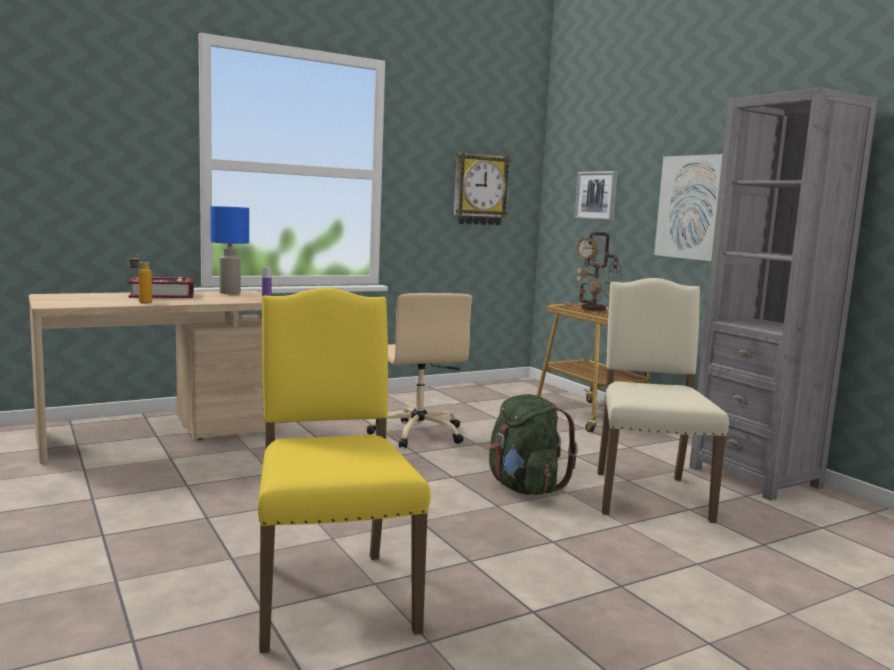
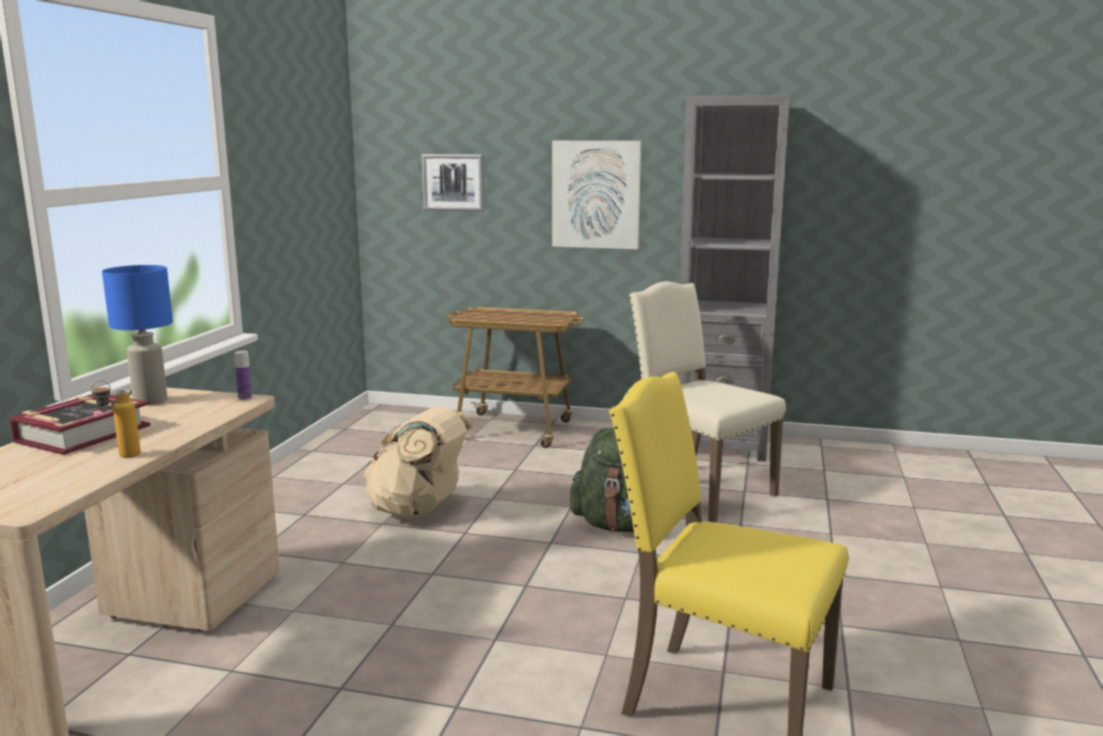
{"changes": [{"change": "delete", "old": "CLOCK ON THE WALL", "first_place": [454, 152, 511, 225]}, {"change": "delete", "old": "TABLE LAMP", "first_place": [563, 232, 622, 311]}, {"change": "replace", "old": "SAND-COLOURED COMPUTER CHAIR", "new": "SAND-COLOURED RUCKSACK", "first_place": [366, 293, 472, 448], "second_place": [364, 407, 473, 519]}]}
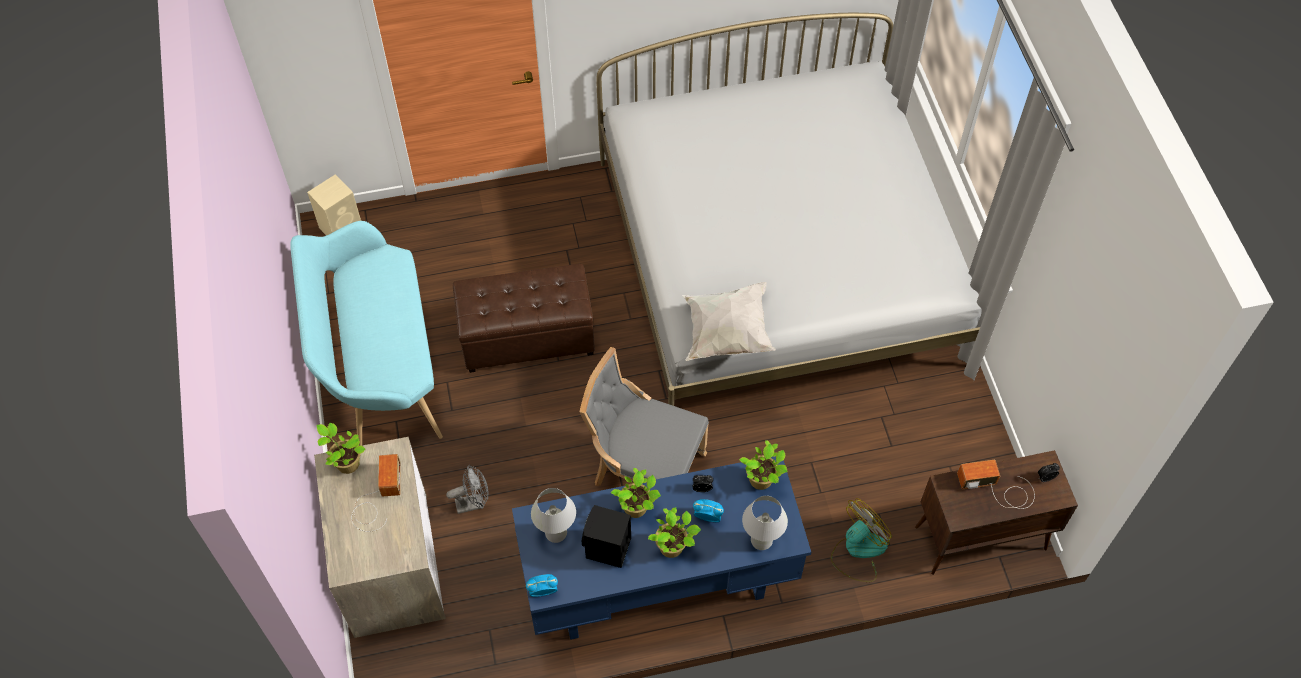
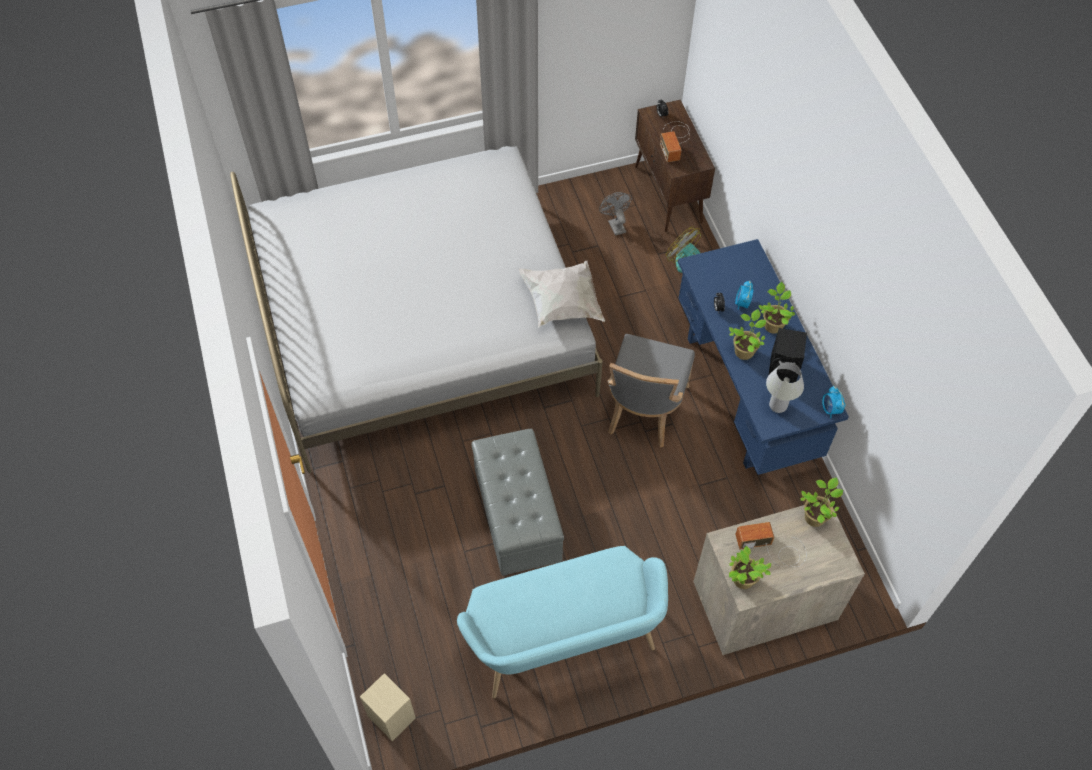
{"changes": [{"change": "delete", "old": "WHITE-COLOURED TABLE LAMP", "first_place": [742, 496, 788, 550]}, {"change": "move", "old": "GREY ELECTRIC FAN", "first_place": [446, 465, 488, 514], "second_place": [599, 192, 632, 236]}, {"change": "move", "old": "POTTED PLANT", "first_place": [739, 440, 787, 490], "second_place": [800, 477, 843, 527]}, {"change": "recolor", "old": "BROWNISH FOOTREST", "new": "GREY FOOTREST", "first_place": [453, 264, 595, 373], "second_place": [471, 429, 564, 576]}]}
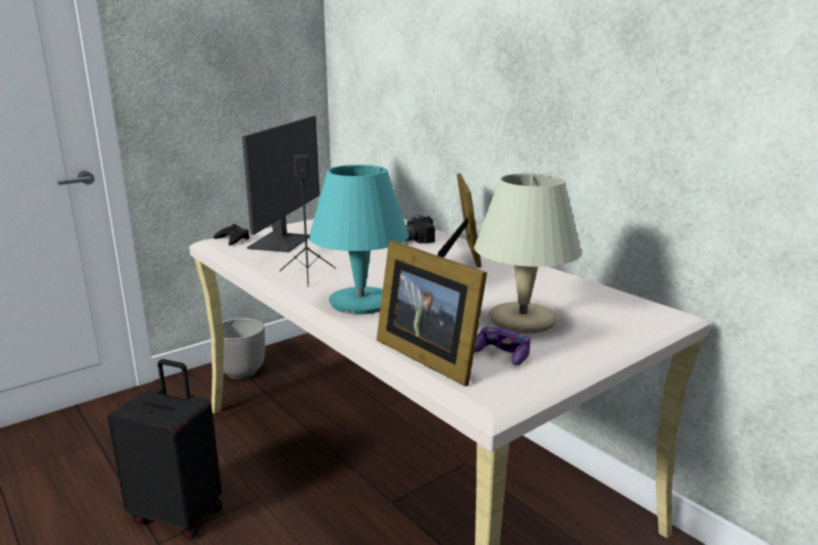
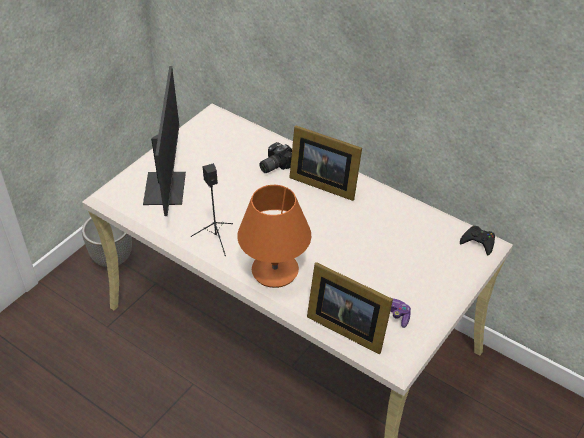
{"changes": [{"change": "delete", "old": "BLACKISH PIECE OF LUGGAGE", "first_place": [108, 359, 223, 539]}, {"change": "delete", "old": "SAND-COLOURED TABLE LAMP", "first_place": [474, 173, 582, 333]}, {"change": "move", "old": "BLACKISH GAMEPAD", "first_place": [213, 224, 250, 245], "second_place": [460, 226, 495, 255]}, {"change": "recolor", "old": "TURQUOISE-COLOURED TABLE LAMP", "new": "ORANGE TABLE LAMP", "first_place": [309, 165, 409, 314], "second_place": [237, 185, 311, 288]}, {"change": "rotate", "old": "STANDING FRAME", "first_place": [437, 173, 482, 268], "second_place": [289, 125, 362, 201], "degrees": 135}]}
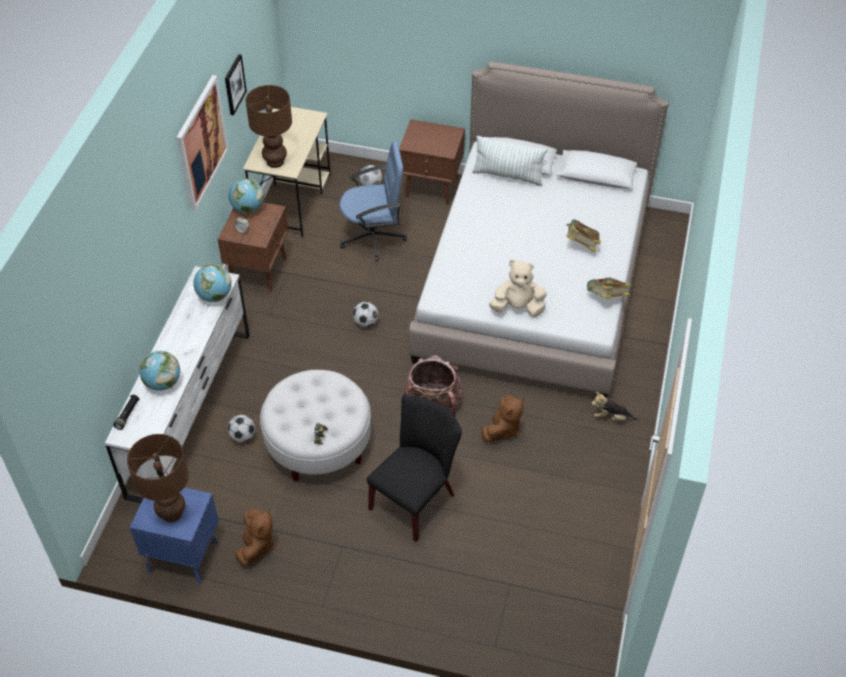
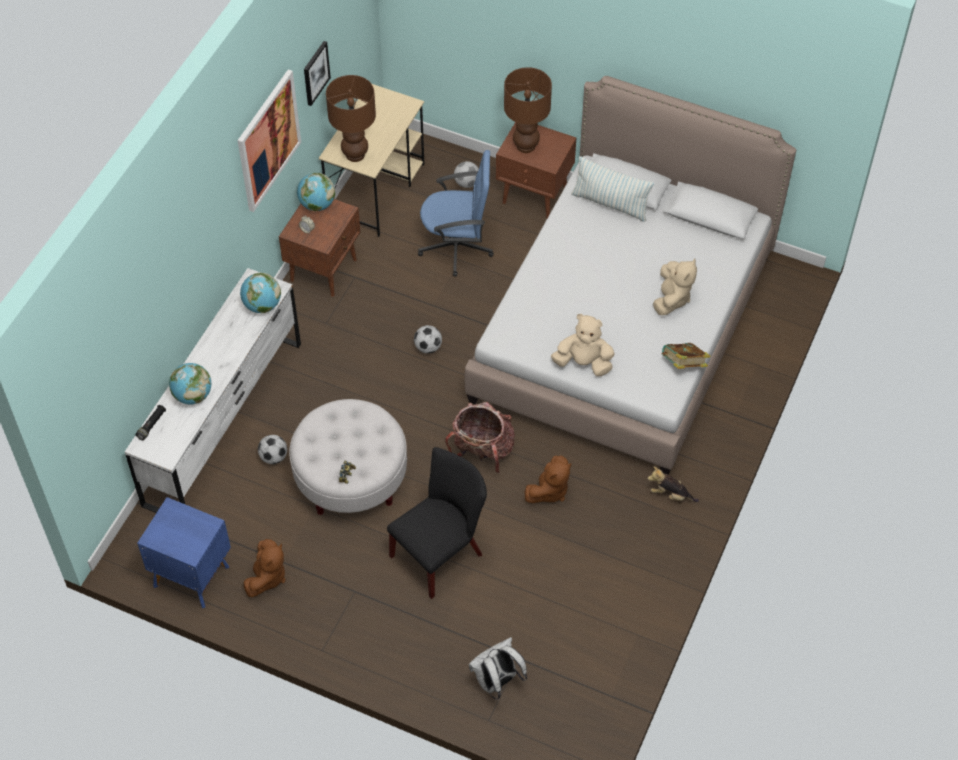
{"changes": [{"change": "insert", "new": "WHITE-COLOURED RUCKSACK", "second_place": [469, 637, 527, 700]}, {"change": "move", "old": "BROWNISH TABLE LAMP", "first_place": [127, 434, 189, 522], "second_place": [504, 67, 552, 153]}, {"change": "replace", "old": "VOLUME", "new": "SAND-COLOURED CUDDLY TOY", "first_place": [566, 219, 601, 252], "second_place": [653, 259, 697, 315]}]}
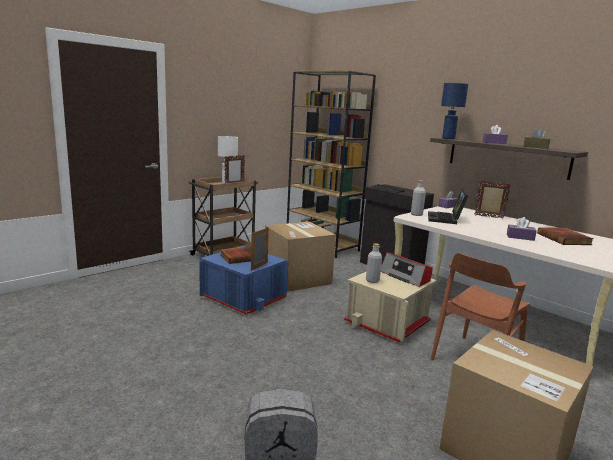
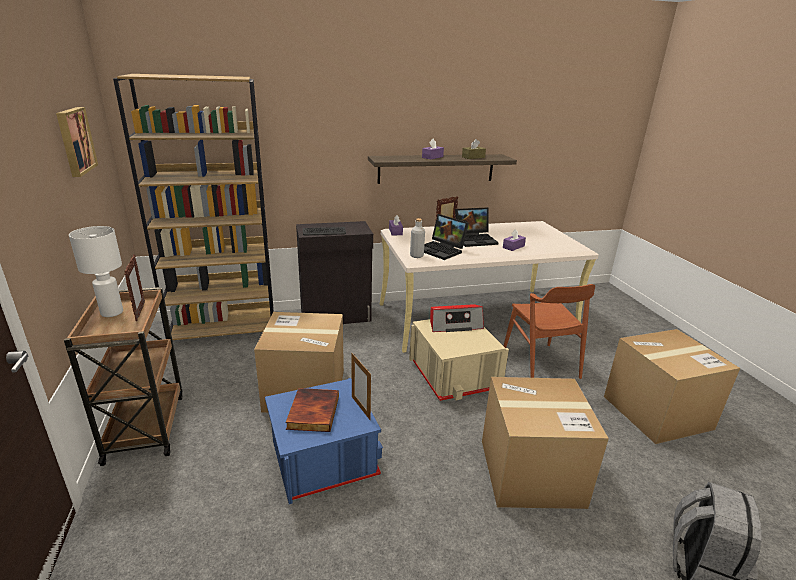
{"changes": [{"change": "delete", "old": "GREY BEVERAGE BOTTLE", "first_place": [366, 243, 382, 283]}, {"change": "delete", "old": "BLUE TABLE LAMP", "first_place": [441, 83, 468, 139]}, {"change": "delete", "old": "VOLUME", "first_place": [537, 227, 593, 245]}, {"change": "insert", "new": "WALL ART", "second_place": [56, 107, 98, 177]}, {"change": "insert", "new": "NOTEBOOK COMPUTER", "second_place": [455, 208, 498, 247]}, {"change": "insert", "new": "CARDBOARD BOX", "second_place": [482, 377, 609, 509]}]}
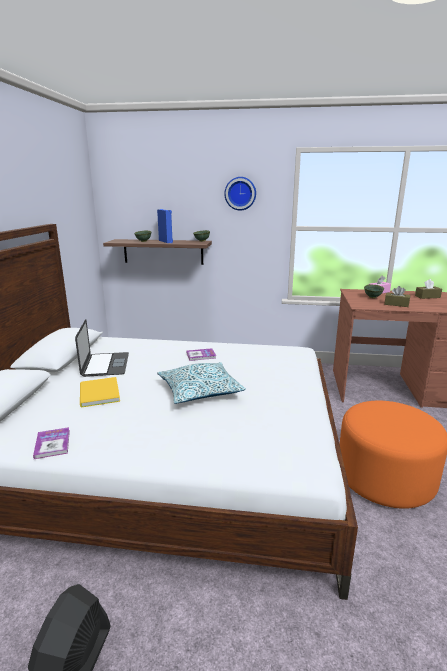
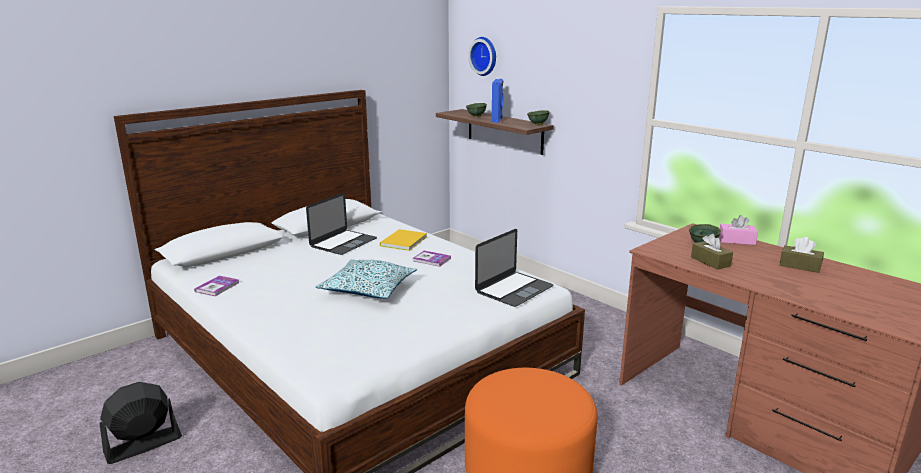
{"changes": [{"change": "insert", "new": "NOTEBOOK COMPUTER", "second_place": [475, 229, 553, 307]}, {"change": "move", "old": "YELLOW VOLUME", "first_place": [80, 377, 120, 408], "second_place": [379, 229, 427, 251]}, {"change": "move", "old": "CLOCK ON THE WALL", "first_place": [224, 177, 256, 210], "second_place": [468, 37, 496, 76]}]}
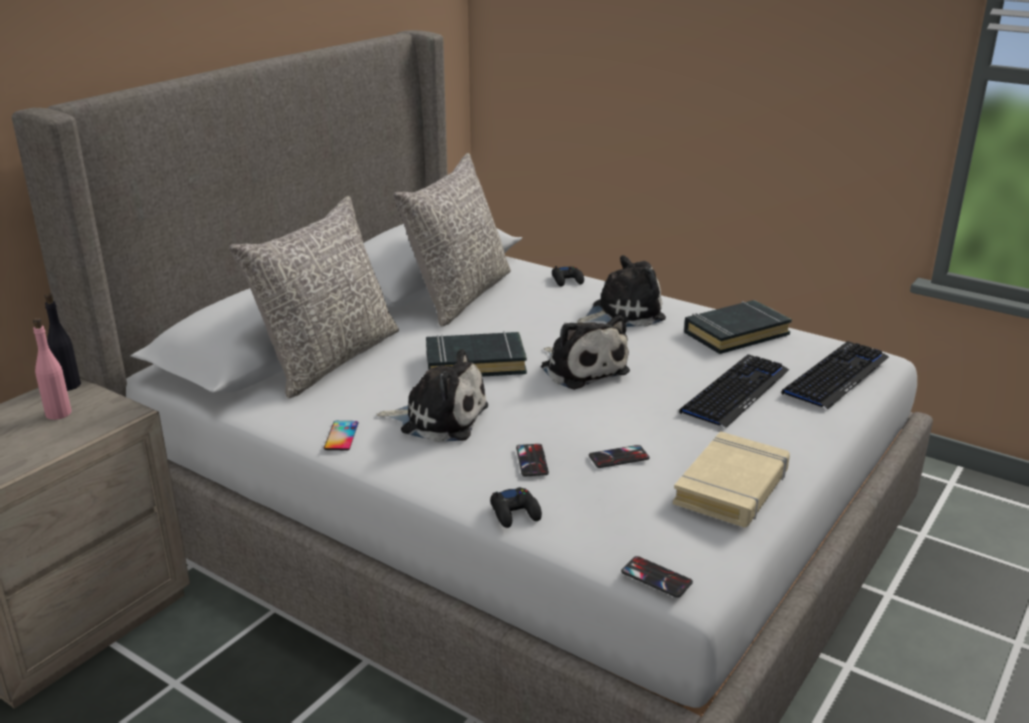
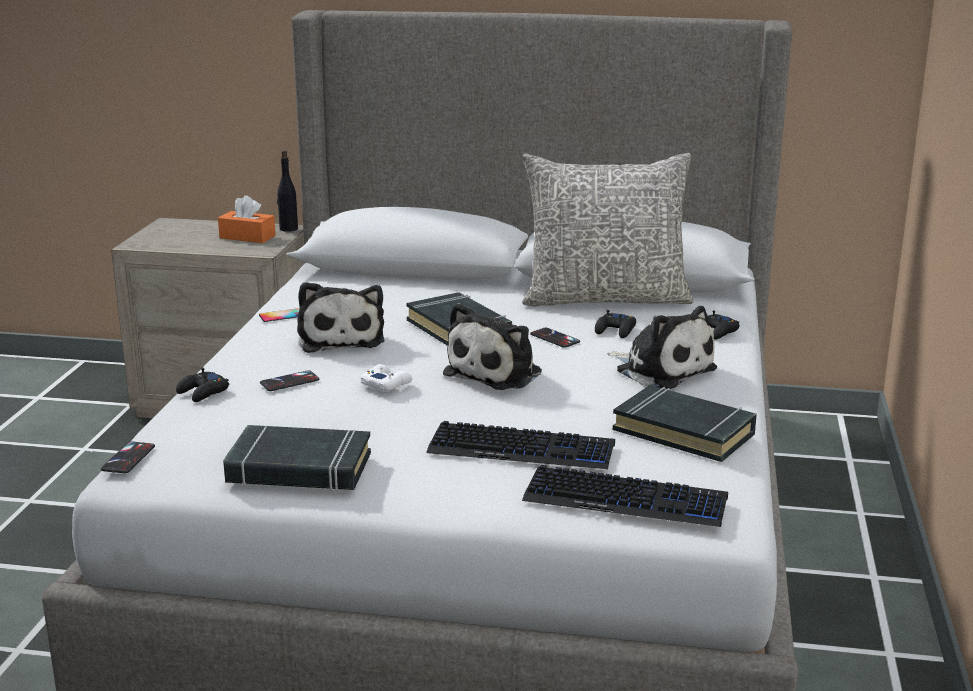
{"changes": [{"change": "delete", "old": "GREY PILLOW", "first_place": [229, 196, 399, 398]}, {"change": "insert", "new": "WHITE-COLOURED GAMEPAD", "second_place": [361, 364, 413, 391]}, {"change": "insert", "new": "BLACKISH GAMEPAD", "second_place": [595, 310, 636, 338]}, {"change": "move", "old": "TELEPHONE", "first_place": [589, 445, 650, 468], "second_place": [530, 327, 580, 348]}, {"change": "replace", "old": "PINKISH BEVERAGE BOTTLE", "new": "ORANGE TISSUE HOLDER", "first_place": [33, 318, 72, 420], "second_place": [218, 195, 276, 243]}, {"change": "recolor", "old": "SAND-COLOURED VOLUME", "new": "BLACKISH VOLUME", "first_place": [673, 431, 790, 528], "second_place": [223, 425, 371, 492]}]}
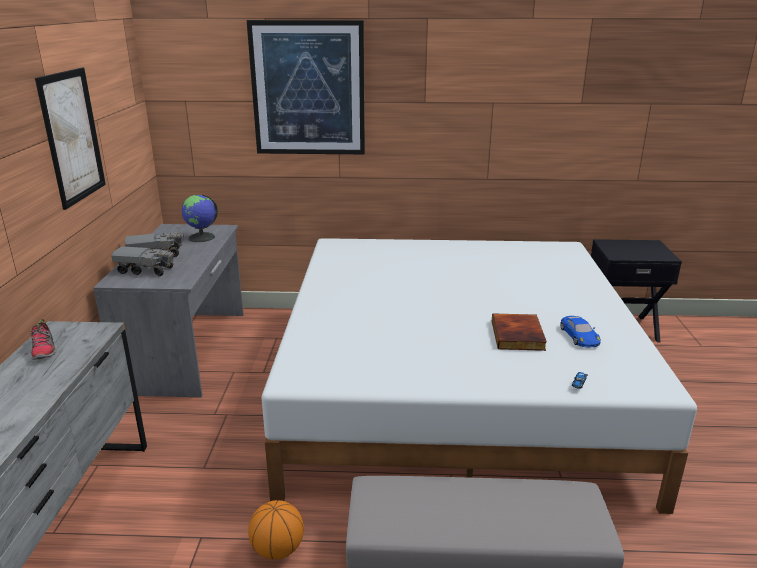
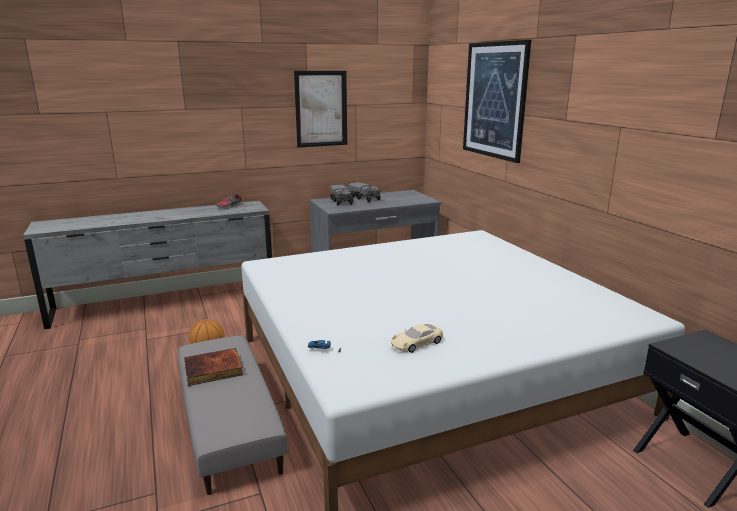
{"changes": [{"change": "delete", "old": "WORLD GLOBE", "first_place": [181, 195, 218, 242]}, {"change": "move", "old": "VOLUME", "first_place": [492, 313, 547, 351], "second_place": [184, 348, 243, 386]}, {"change": "recolor", "old": "BLUE MINIATURE CAR", "new": "SAND-COLOURED MINIATURE CAR", "first_place": [560, 316, 601, 348], "second_place": [391, 324, 443, 353]}]}
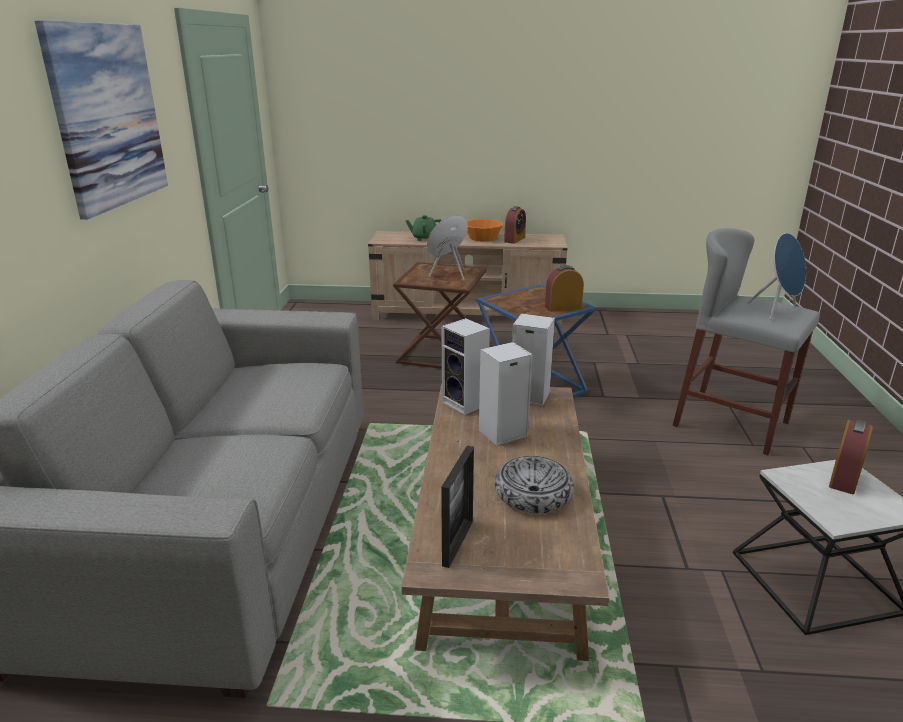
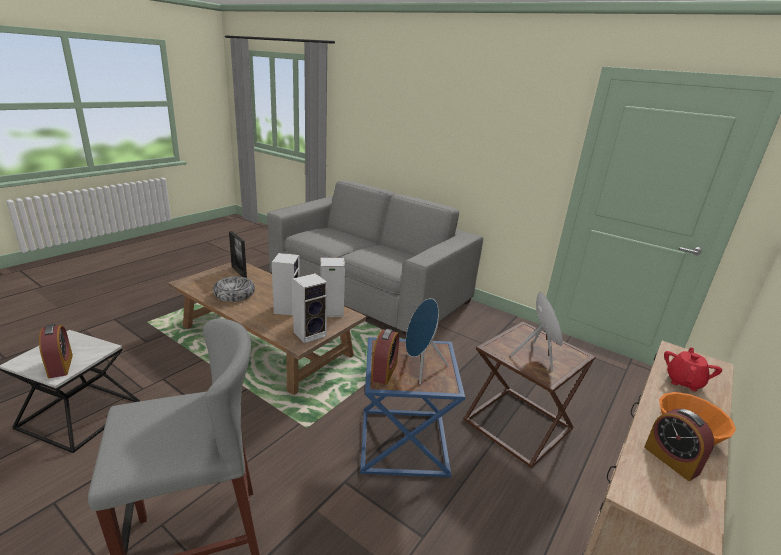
{"changes": [{"change": "delete", "old": "WALL ART", "first_place": [35, 20, 168, 220]}, {"change": "move", "old": "BLUE AUDIO SPEAKER", "first_place": [747, 233, 806, 320], "second_place": [406, 298, 449, 385]}, {"change": "recolor", "old": "GREEN-COLOURED TEA POT", "new": "RED-COLOURED TEA POT", "first_place": [406, 215, 441, 241], "second_place": [664, 347, 722, 392]}]}
